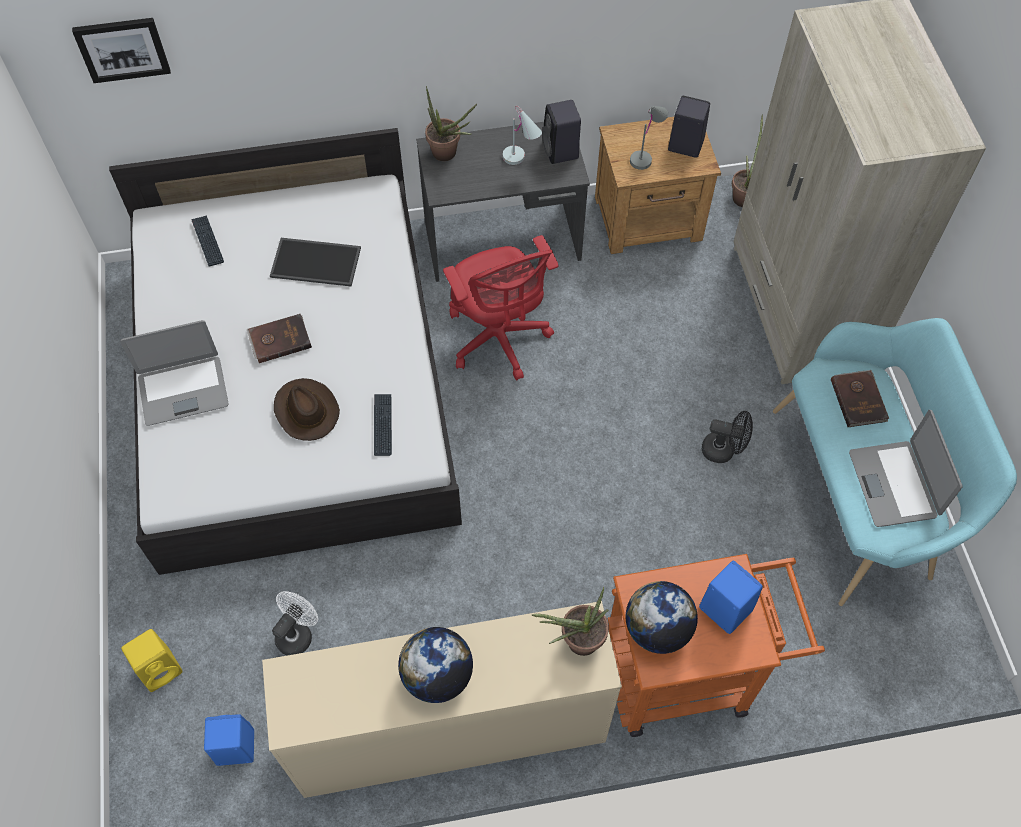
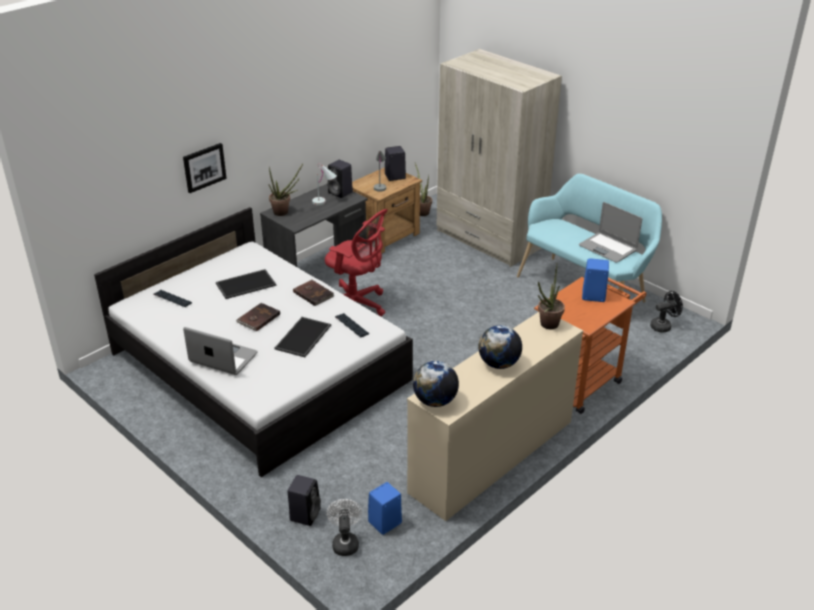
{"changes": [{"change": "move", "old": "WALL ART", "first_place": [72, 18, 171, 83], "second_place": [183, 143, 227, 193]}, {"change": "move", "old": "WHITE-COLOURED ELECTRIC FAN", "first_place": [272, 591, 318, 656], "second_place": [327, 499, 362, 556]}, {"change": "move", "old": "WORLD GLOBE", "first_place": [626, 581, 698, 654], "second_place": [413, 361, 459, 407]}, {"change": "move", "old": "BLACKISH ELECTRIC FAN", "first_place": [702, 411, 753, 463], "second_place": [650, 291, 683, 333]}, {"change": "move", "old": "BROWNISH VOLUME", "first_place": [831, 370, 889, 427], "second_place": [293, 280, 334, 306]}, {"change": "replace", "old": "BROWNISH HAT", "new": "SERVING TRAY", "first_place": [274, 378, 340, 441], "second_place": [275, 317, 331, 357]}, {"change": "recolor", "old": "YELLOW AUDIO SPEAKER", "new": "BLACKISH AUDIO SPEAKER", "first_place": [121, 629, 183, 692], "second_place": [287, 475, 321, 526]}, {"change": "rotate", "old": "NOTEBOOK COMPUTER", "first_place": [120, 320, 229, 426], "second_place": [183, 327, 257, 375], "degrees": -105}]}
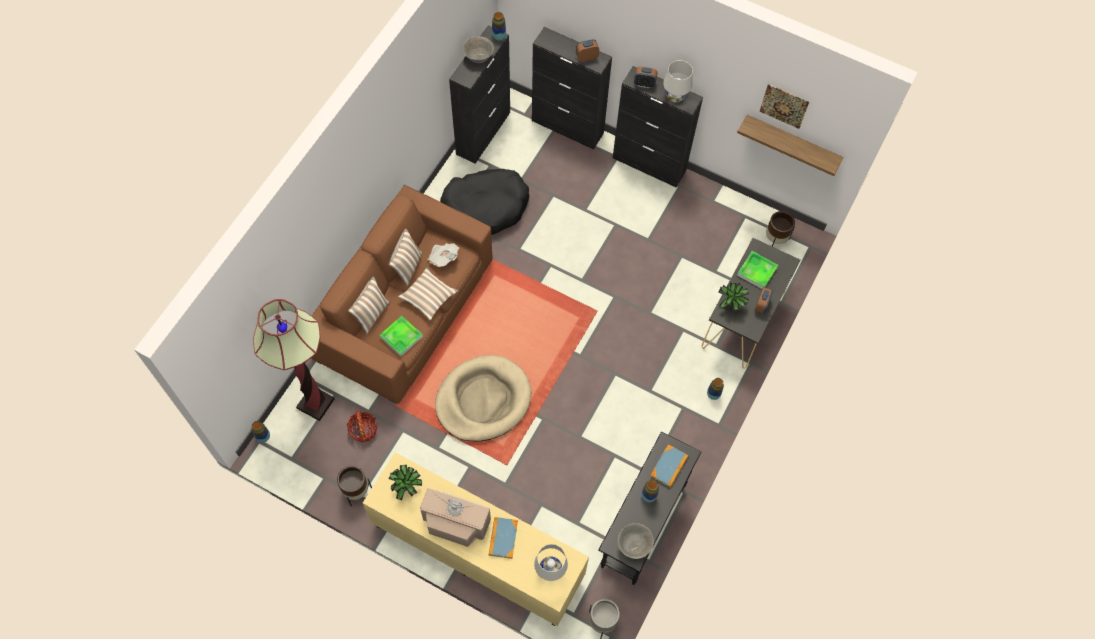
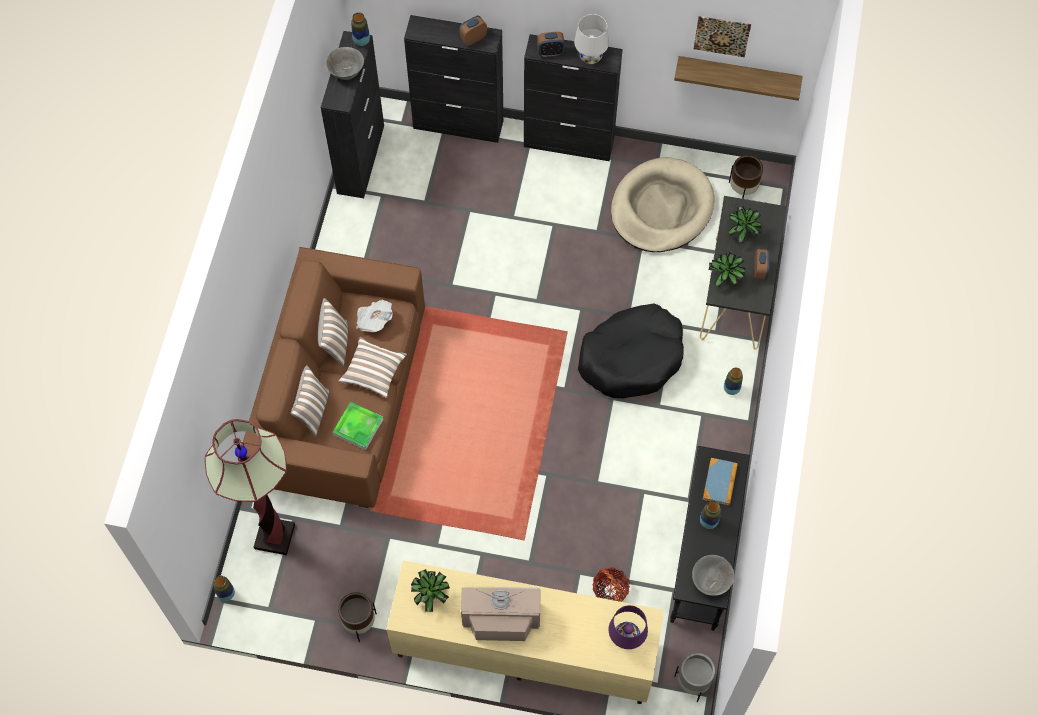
{"changes": [{"change": "delete", "old": "VOLUME", "first_place": [489, 517, 518, 559]}, {"change": "move", "old": "HOUSEHOLD BASKET", "first_place": [347, 410, 377, 443], "second_place": [593, 567, 630, 602]}, {"change": "move", "old": "SAND-COLOURED PET BED", "first_place": [435, 355, 531, 442], "second_place": [611, 157, 714, 252]}, {"change": "move", "old": "BLACKISH PET BED", "first_place": [440, 169, 529, 235], "second_place": [578, 304, 684, 398]}, {"change": "replace", "old": "SERVING TRAY", "new": "POTTED PLANT", "first_place": [737, 251, 778, 289], "second_place": [728, 206, 761, 243]}, {"change": "recolor", "old": "WHITE-COLOURED TABLE LAMP", "new": "PURPLE TABLE LAMP", "first_place": [534, 544, 568, 581], "second_place": [609, 605, 648, 649]}]}
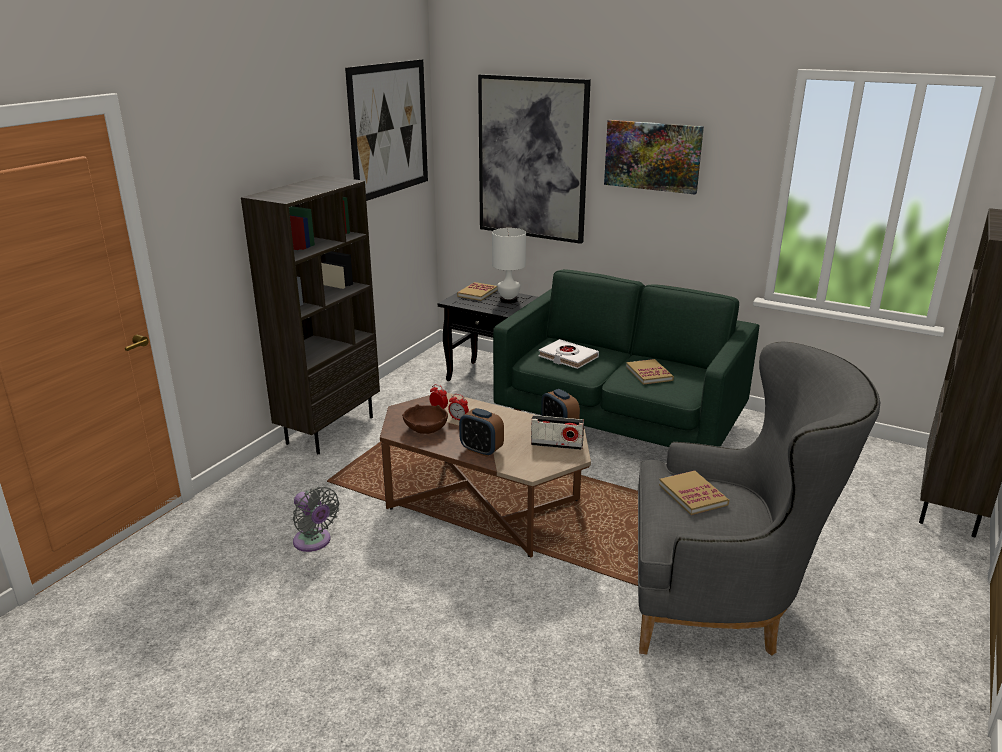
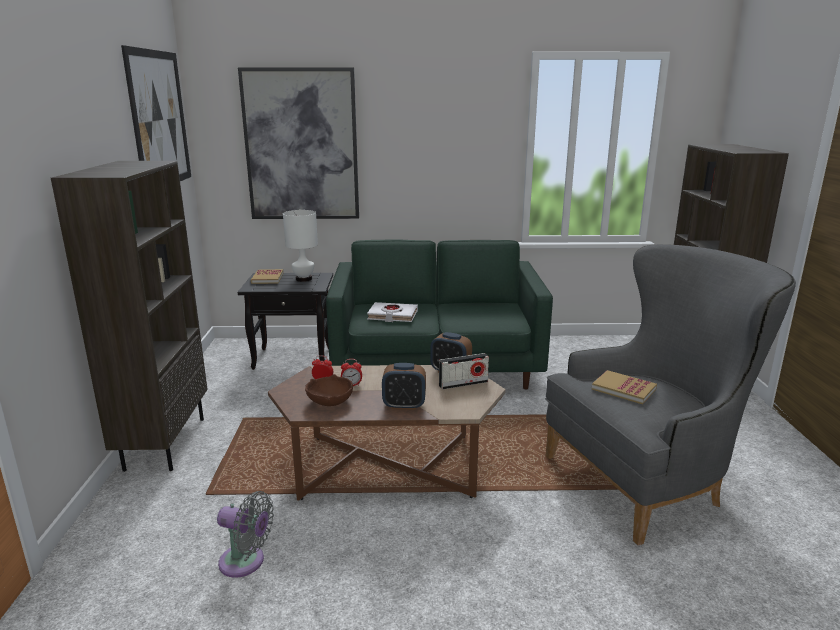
{"changes": [{"change": "delete", "old": "WALL ART", "first_place": [604, 120, 704, 194]}, {"change": "delete", "old": "VOLUME", "first_place": [626, 359, 674, 385]}]}
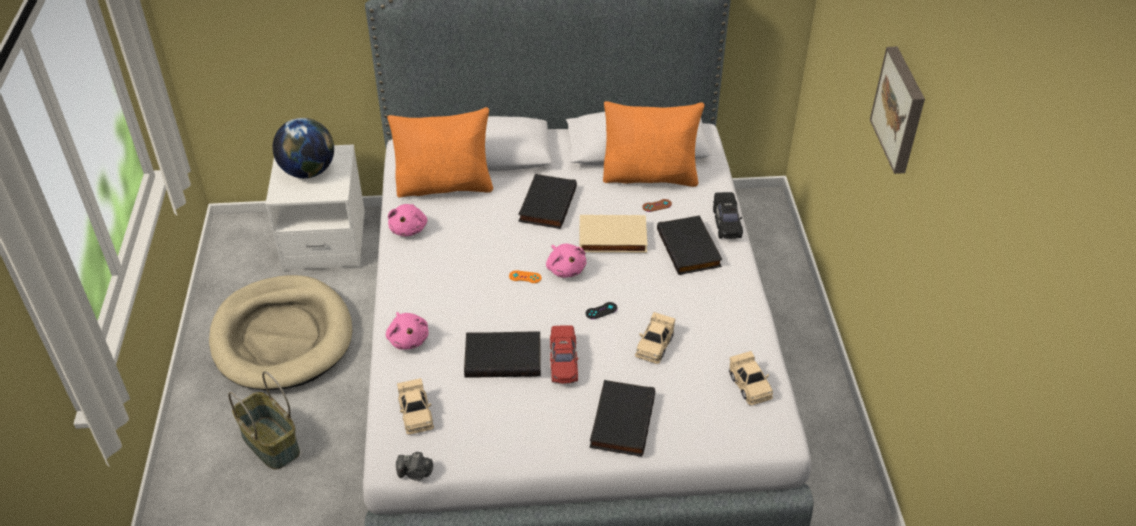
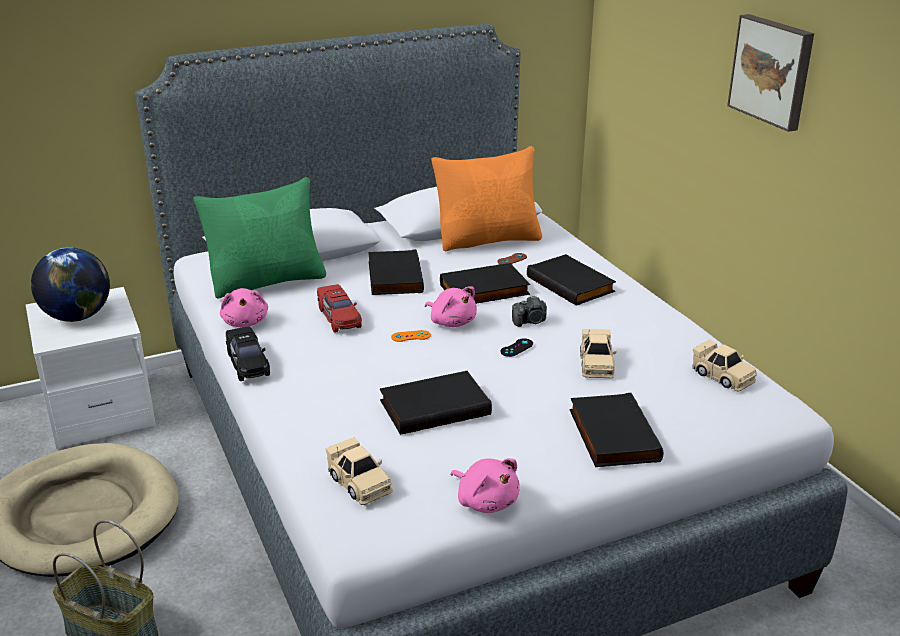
{"changes": [{"change": "move", "old": "PINKISH CUDDLY TOY", "first_place": [386, 312, 429, 350], "second_place": [450, 458, 519, 513]}, {"change": "move", "old": "PHOTO CAMERA", "first_place": [396, 451, 433, 481], "second_place": [512, 295, 547, 327]}, {"change": "move", "old": "RED-COLOURED MINIATURE CAR", "first_place": [550, 325, 578, 384], "second_place": [317, 284, 362, 333]}, {"change": "move", "old": "BLACKISH MINIATURE CAR", "first_place": [713, 192, 743, 239], "second_place": [226, 327, 270, 381]}, {"change": "recolor", "old": "ORANGE PILLOW", "new": "GREEN-COLOURED PILLOW", "first_place": [387, 107, 493, 198], "second_place": [194, 177, 326, 299]}, {"change": "recolor", "old": "SAND-COLOURED VOLUME", "new": "BLACKISH VOLUME", "first_place": [579, 215, 648, 253], "second_place": [440, 263, 530, 304]}]}
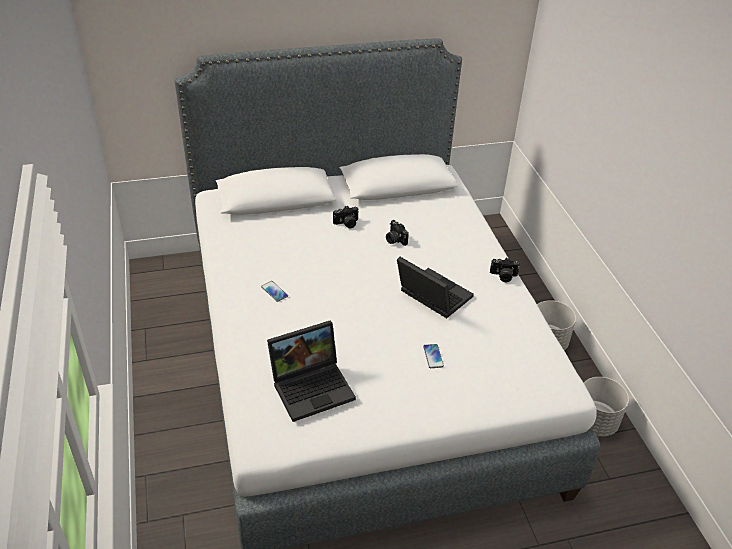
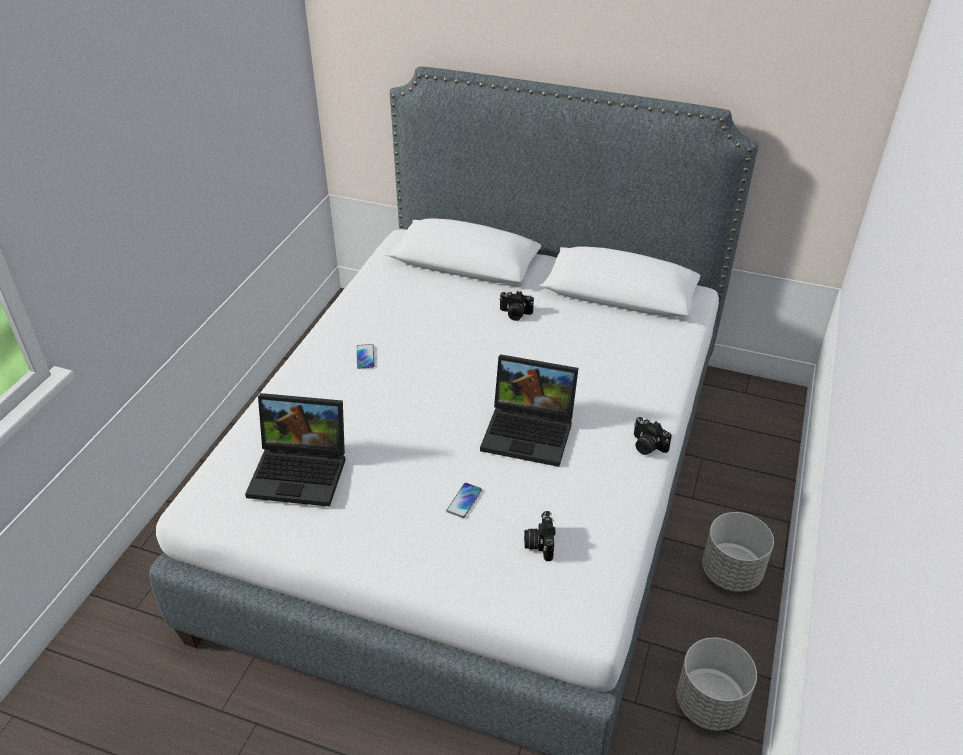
{"changes": [{"change": "move", "old": "PHOTO CAMERA", "first_place": [386, 220, 409, 246], "second_place": [524, 511, 555, 561]}, {"change": "rotate", "old": "NOTEBOOK COMPUTER", "first_place": [397, 257, 474, 318], "second_place": [480, 354, 579, 467], "degrees": 120}]}
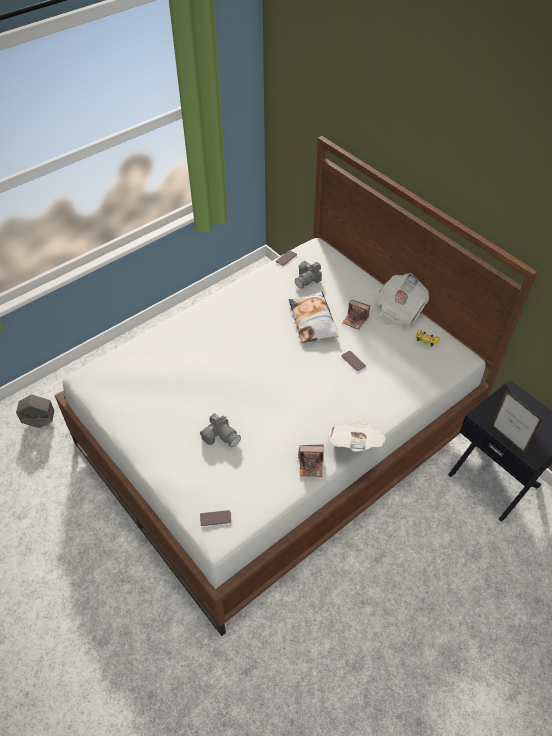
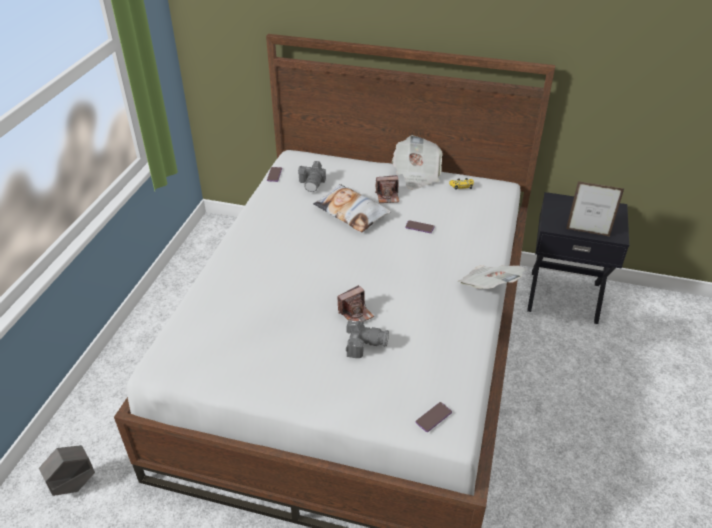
{"changes": [{"change": "move", "old": "PHOTO CAMERA", "first_place": [298, 445, 324, 477], "second_place": [337, 285, 374, 322]}]}
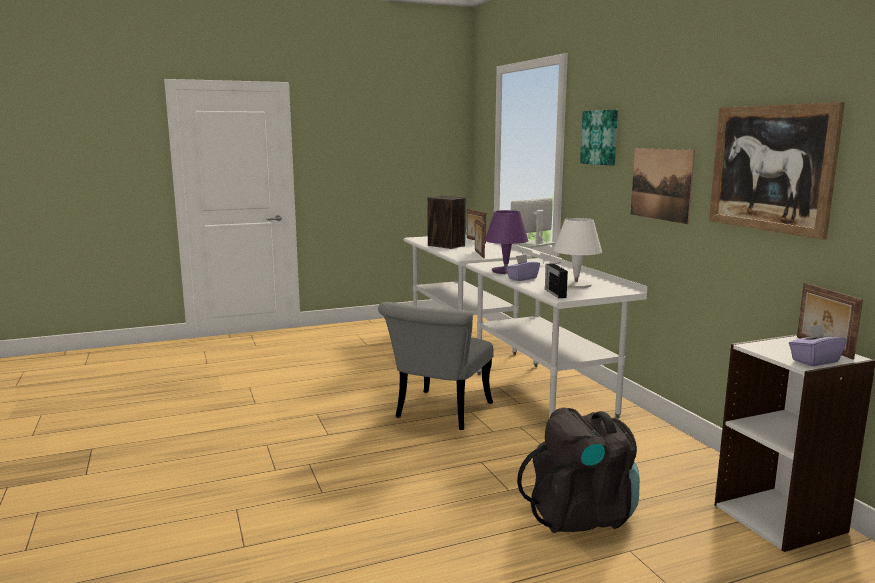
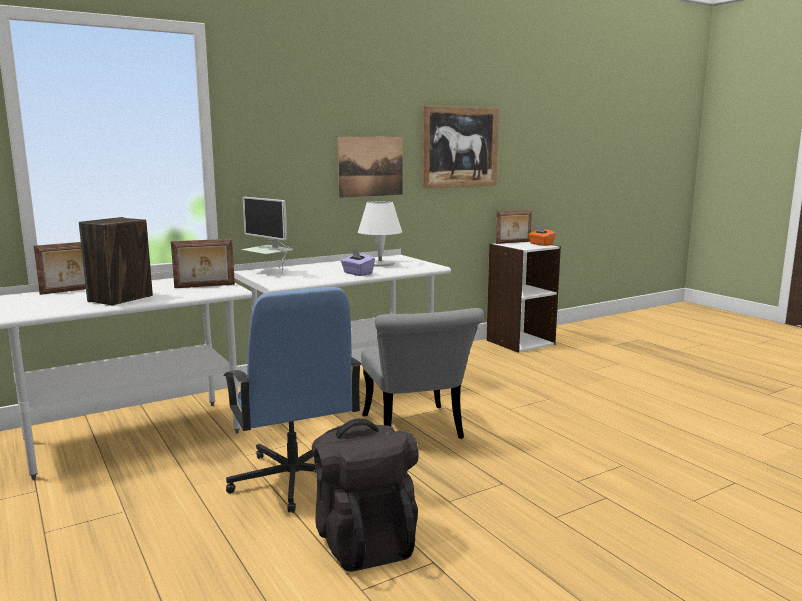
{"changes": [{"change": "delete", "old": "PURPLE TABLE LAMP", "first_place": [485, 210, 528, 274]}, {"change": "delete", "old": "RADIO RECEIVER", "first_place": [545, 262, 568, 298]}, {"change": "delete", "old": "WALL ART", "first_place": [580, 109, 618, 166]}, {"change": "insert", "new": "BLUE COMPUTER CHAIR", "second_place": [223, 287, 362, 513]}, {"change": "move", "old": "BLACKISH RUCKSACK", "first_place": [517, 408, 640, 533], "second_place": [311, 418, 419, 572]}, {"change": "recolor", "old": "PURPLE TISSUE HOLDER", "new": "ORANGE TISSUE HOLDER", "first_place": [789, 324, 847, 366], "second_place": [528, 226, 556, 246]}, {"change": "rotate", "old": "GREY CHAIR", "first_place": [378, 302, 493, 430], "second_place": [361, 308, 484, 439], "degrees": 60}]}
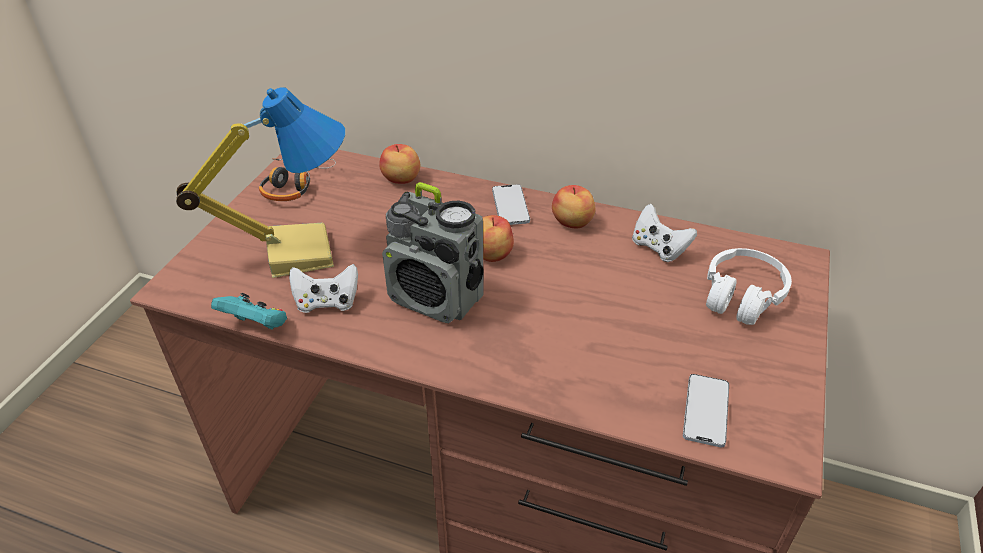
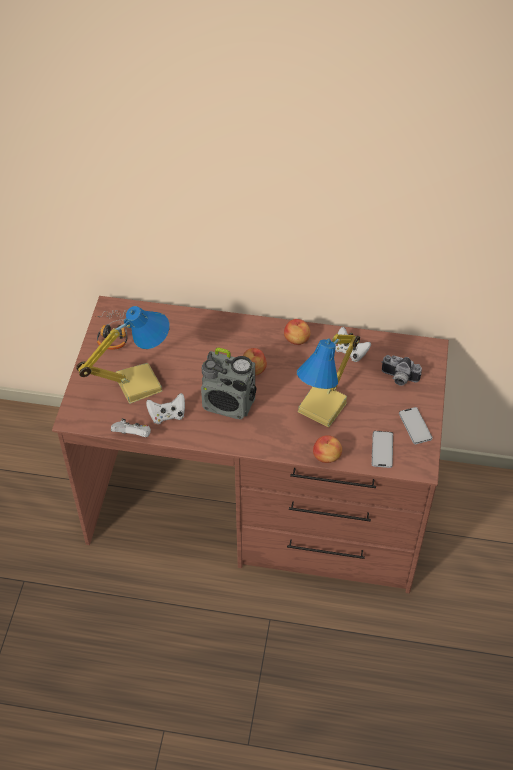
{"changes": [{"change": "insert", "new": "TABLE LAMP", "second_place": [297, 333, 360, 428]}, {"change": "move", "old": "APPLE FRUIT", "first_place": [379, 144, 420, 184], "second_place": [313, 435, 342, 463]}, {"change": "move", "old": "TELEPHONE", "first_place": [492, 184, 530, 225], "second_place": [399, 407, 432, 444]}, {"change": "replace", "old": "WHITE-COLOURED HEADSET", "new": "PHOTO CAMERA", "first_place": [706, 248, 792, 325], "second_place": [382, 355, 422, 386]}, {"change": "recolor", "old": "TURQUOISE-COLOURED GAMEPAD", "new": "WHITE-COLOURED GAMEPAD", "first_place": [211, 293, 287, 330], "second_place": [111, 418, 151, 437]}]}
